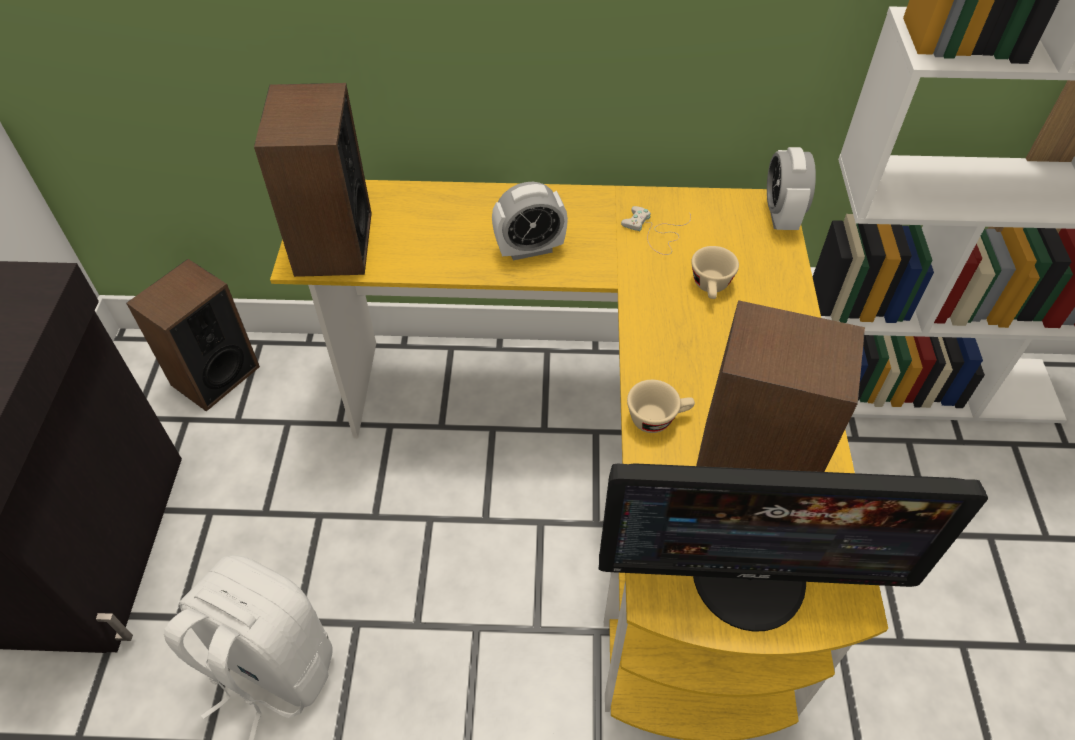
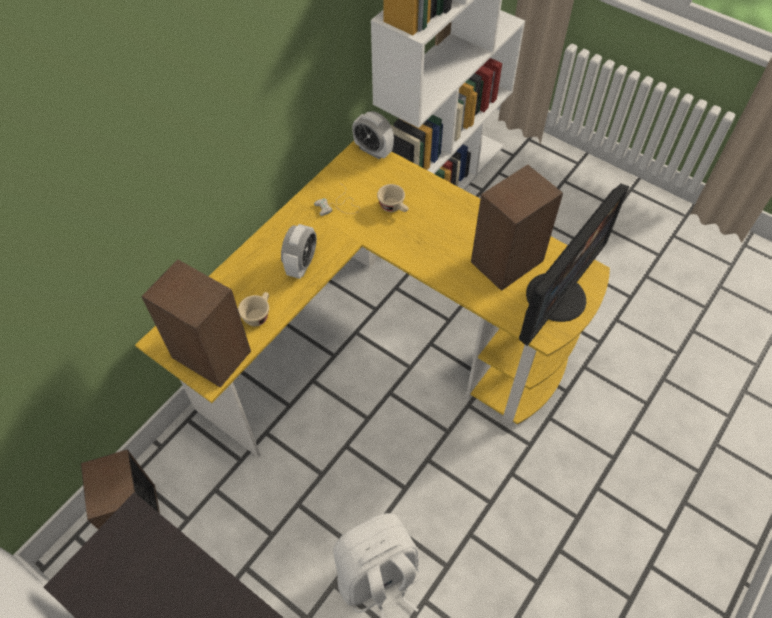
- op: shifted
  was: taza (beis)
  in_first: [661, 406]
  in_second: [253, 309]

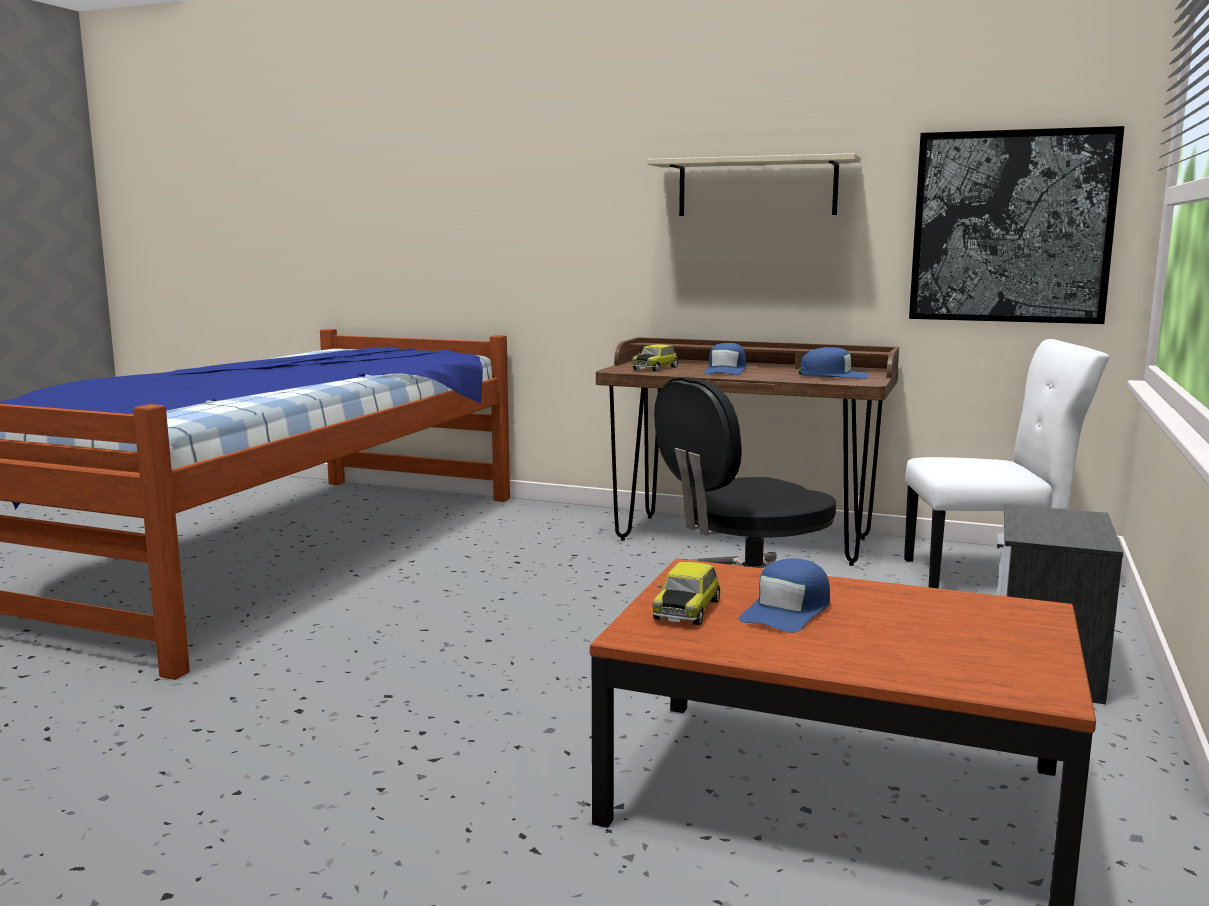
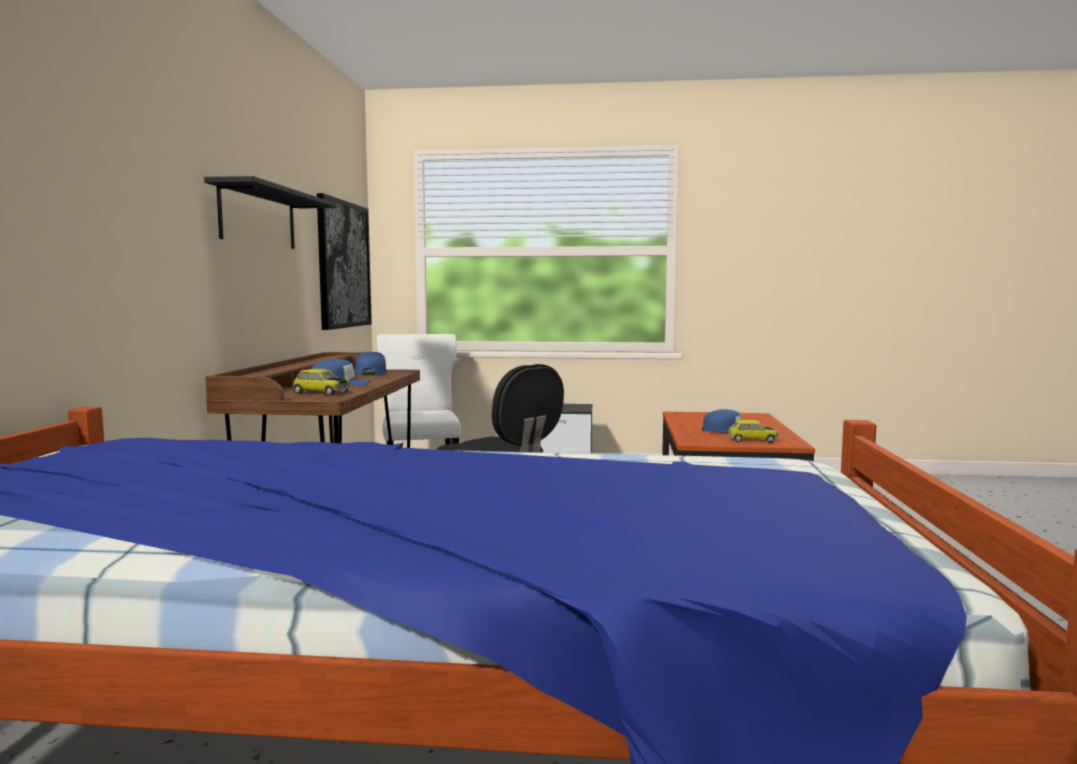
- op: repainted
  was: estante (beis)
  now: estante (negro)
  in_first: [754, 184]
  in_second: [270, 212]

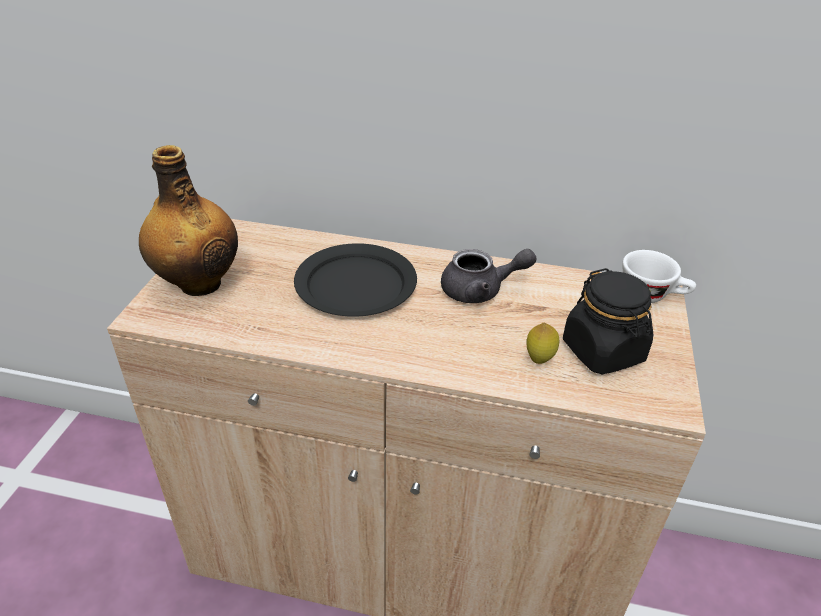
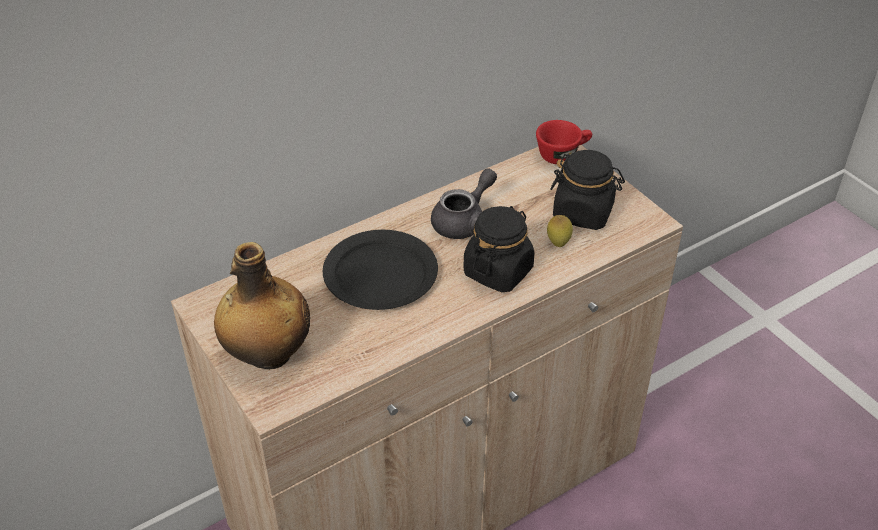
- op: repainted
  was: taza (blanco)
  now: taza (rojo)
  in_first: [659, 276]
  in_second: [564, 142]
- op: new
  now: tarro (negro)
  in_second: [499, 249]

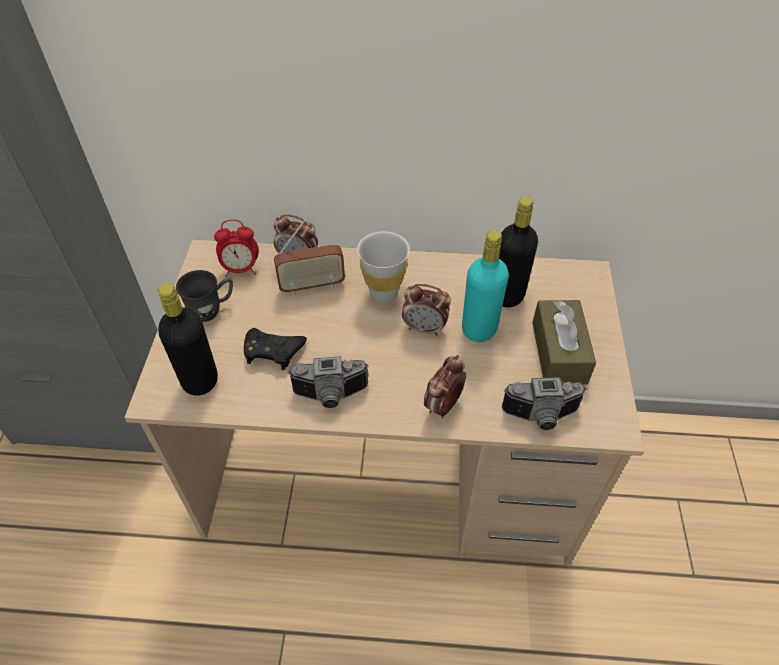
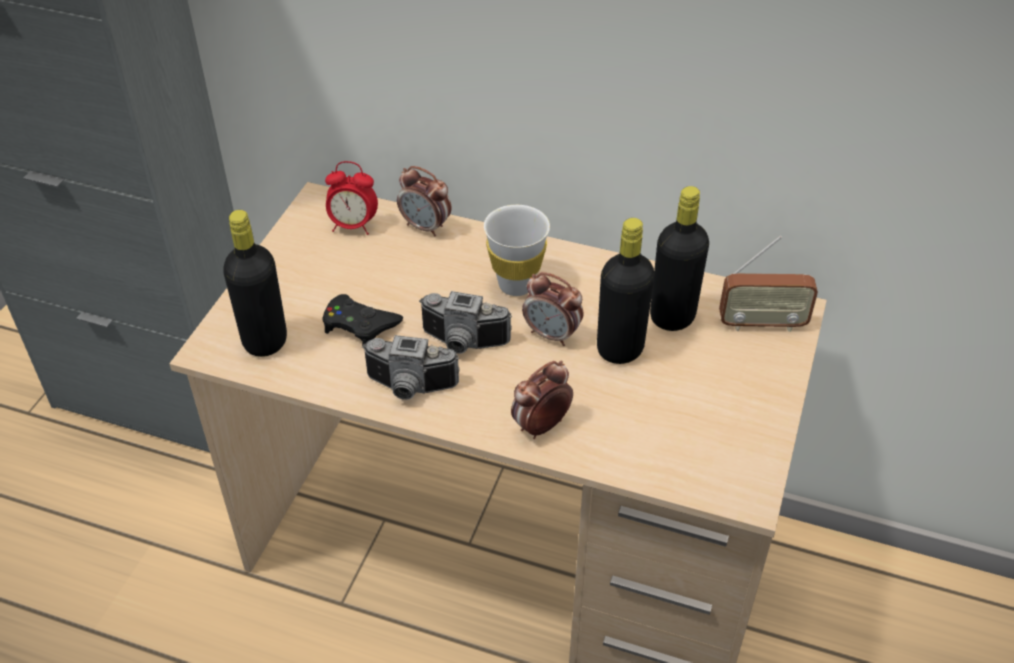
- op: gone
  was: taza grande (gris)
  in_first: [204, 296]
- op: shifted
  was: radio
  in_first: [309, 257]
  in_second: [768, 284]
- op: repainted
  was: botella (turquesa)
  now: botella (negro)
  in_first: [485, 286]
  in_second: [626, 291]
- op: shifted
  was: cámara
  in_first: [544, 403]
  in_second: [465, 322]
- op: gone
  was: caja de pañuelos (marrón)
  in_first: [564, 342]

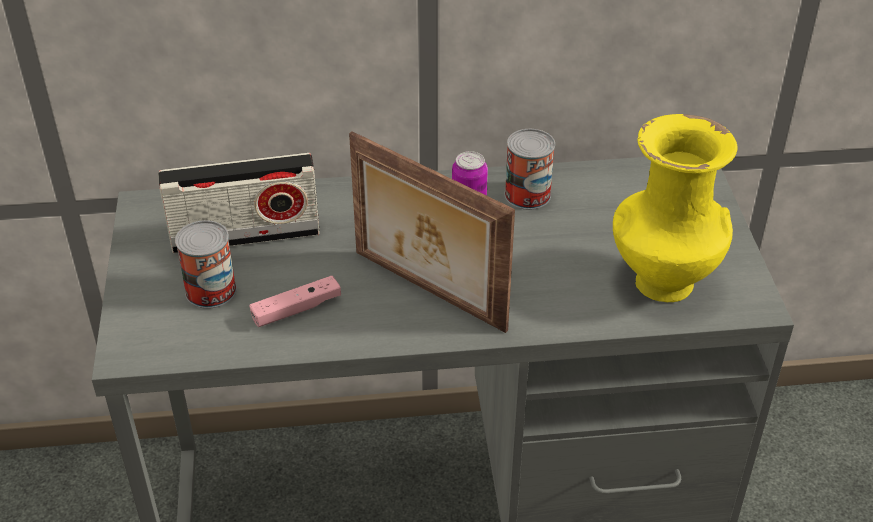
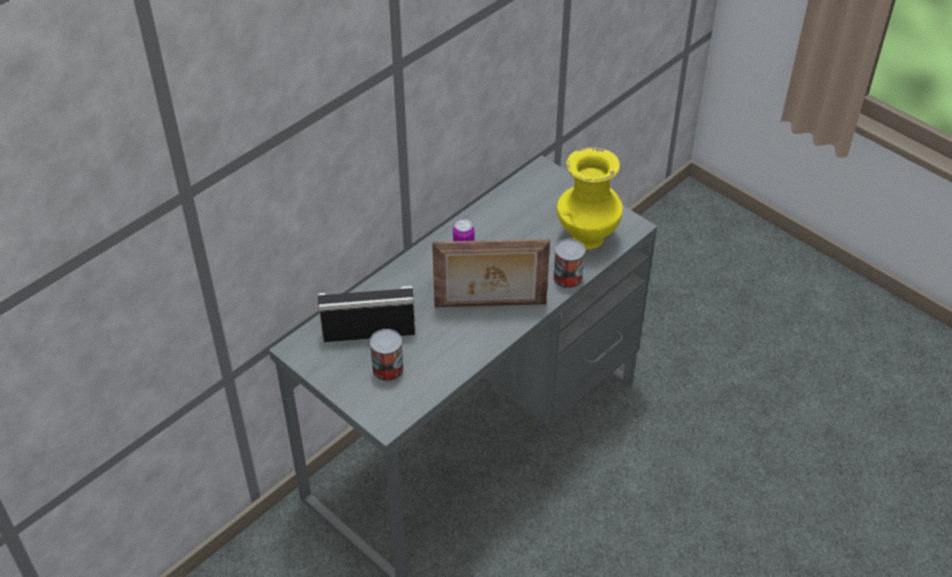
- op: rotated
  was: radio
  in_first: [239, 203]
  in_second: [367, 314]
  clockwise: -135
- op: gone
  was: mando de consola (rosa)
  in_first: [295, 301]
- op: shifted
  was: lata
  in_first: [529, 169]
  in_second: [569, 264]

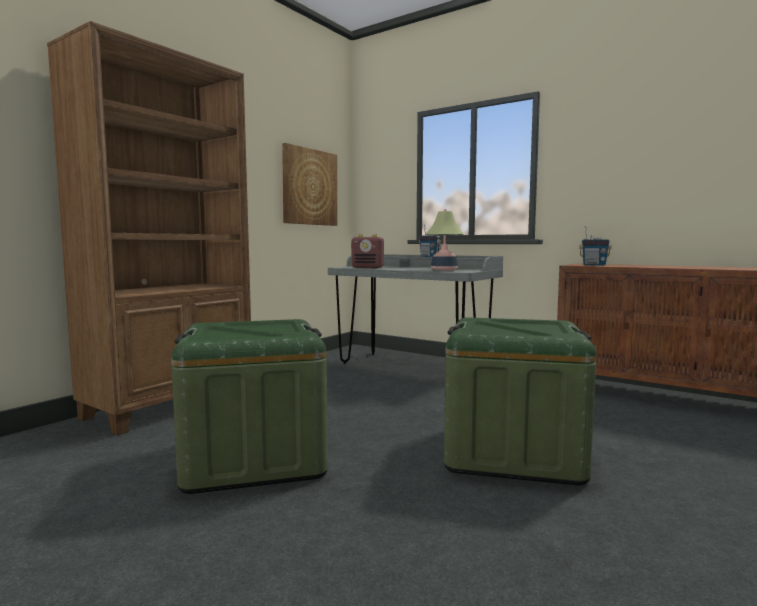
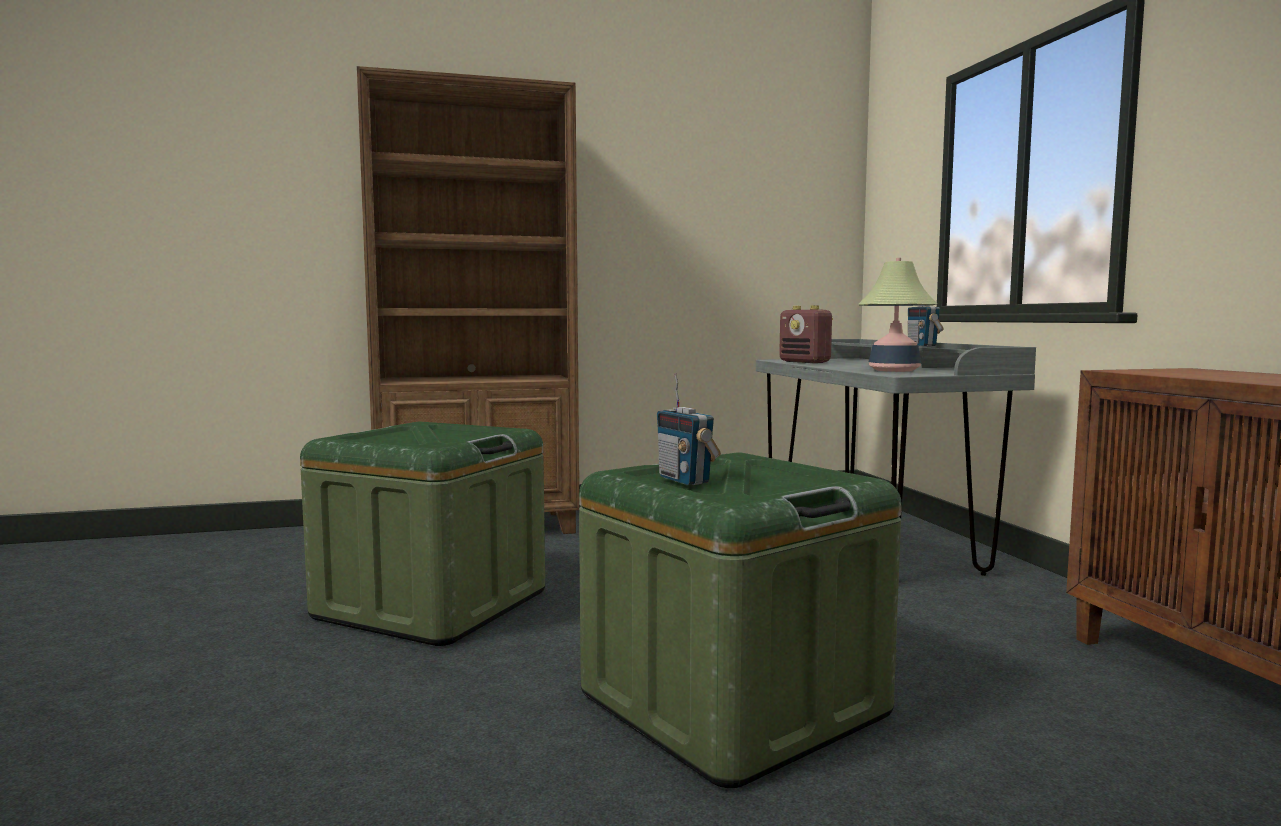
- op: gone
  was: cuadro
  in_first: [309, 184]
- op: shifted
  was: radio
  in_first: [595, 245]
  in_second: [689, 429]

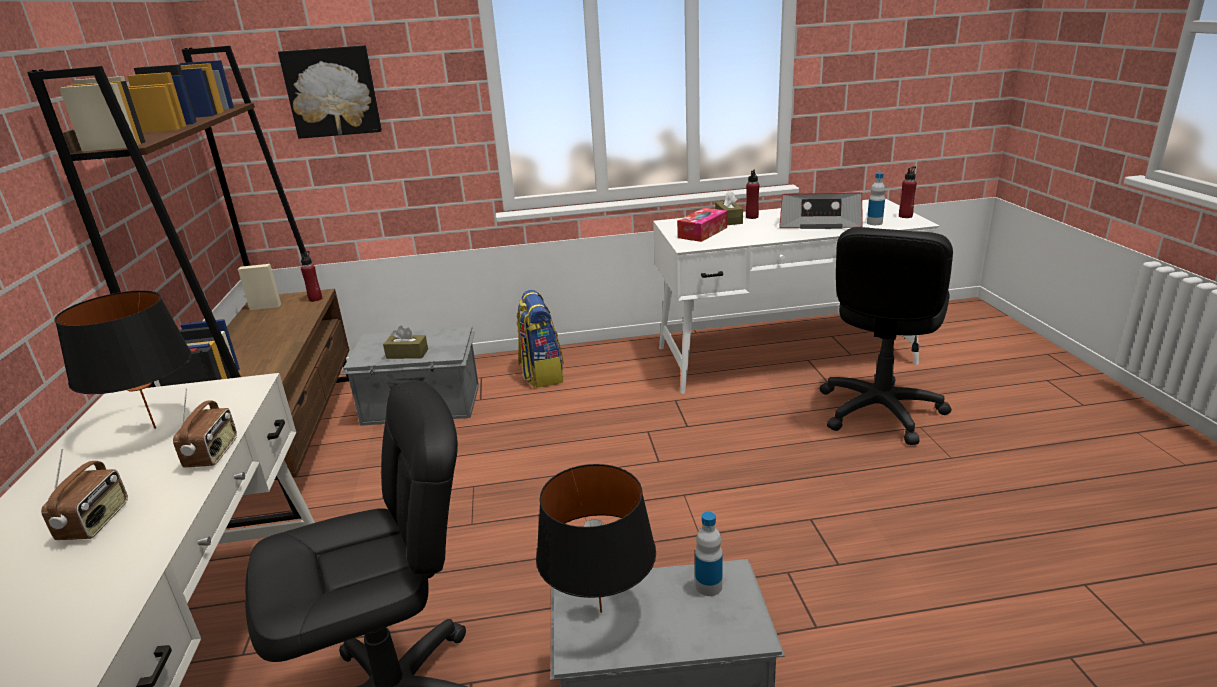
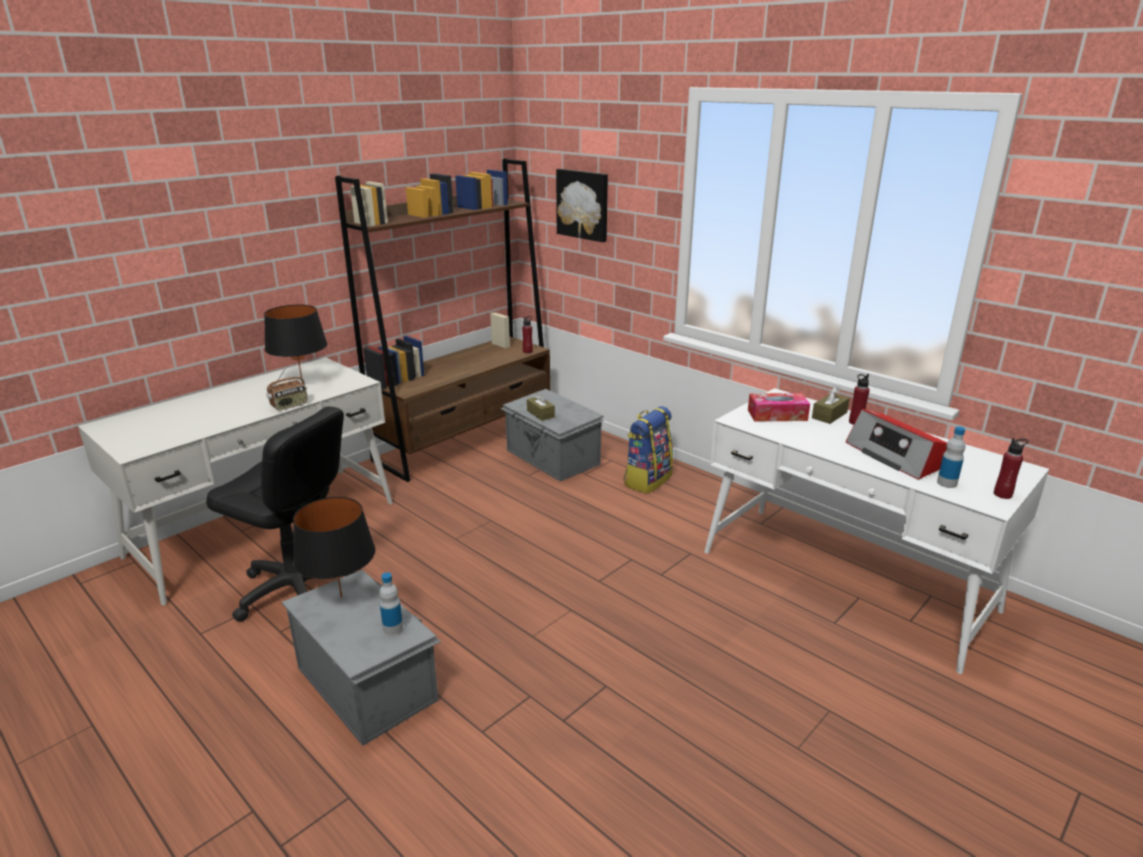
- op: gone
  was: radio
  in_first: [84, 494]
- op: gone
  was: silla de oficina (negro)
  in_first: [886, 336]

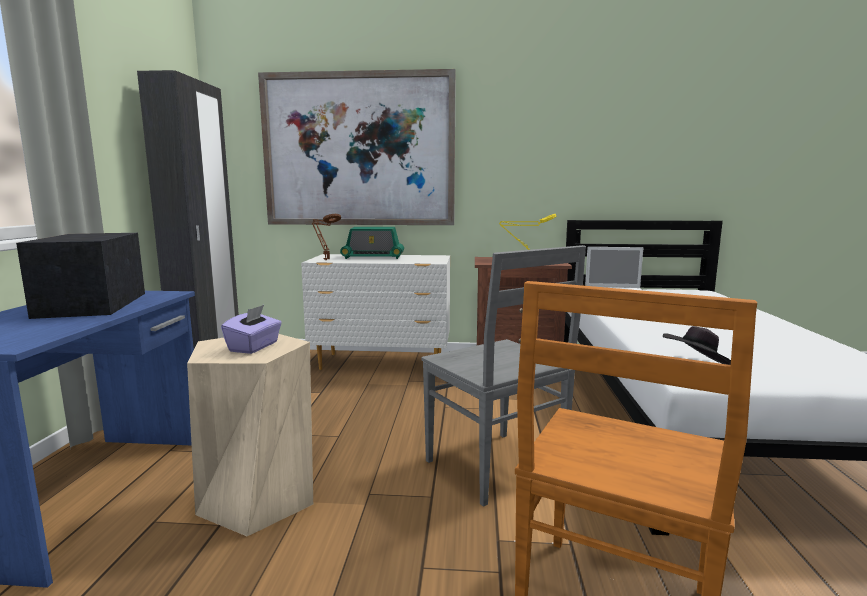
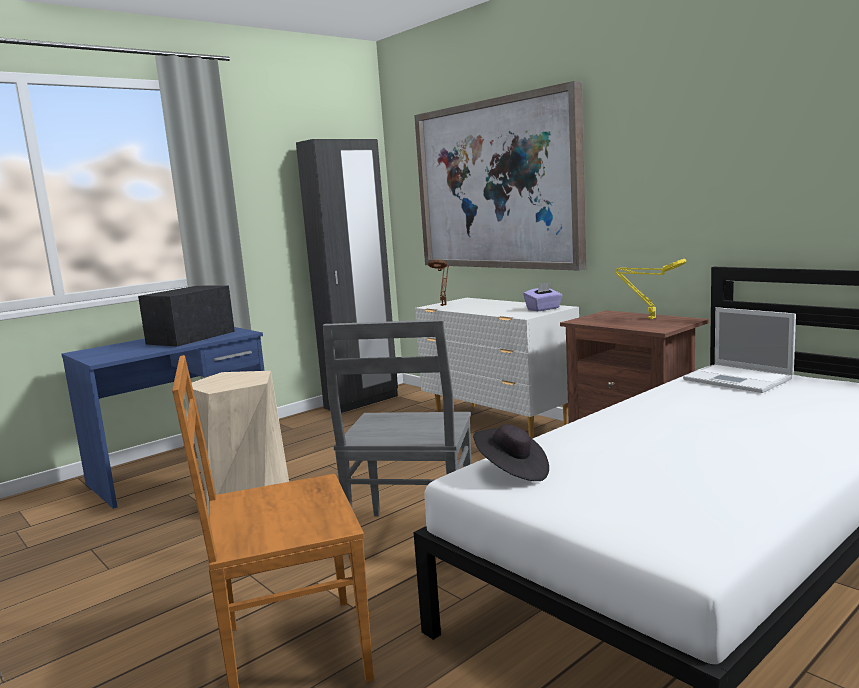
- op: shifted
  was: caja de pañuelos (morado)
  in_first: [251, 329]
  in_second: [543, 296]
- op: gone
  was: radio
  in_first: [372, 243]

